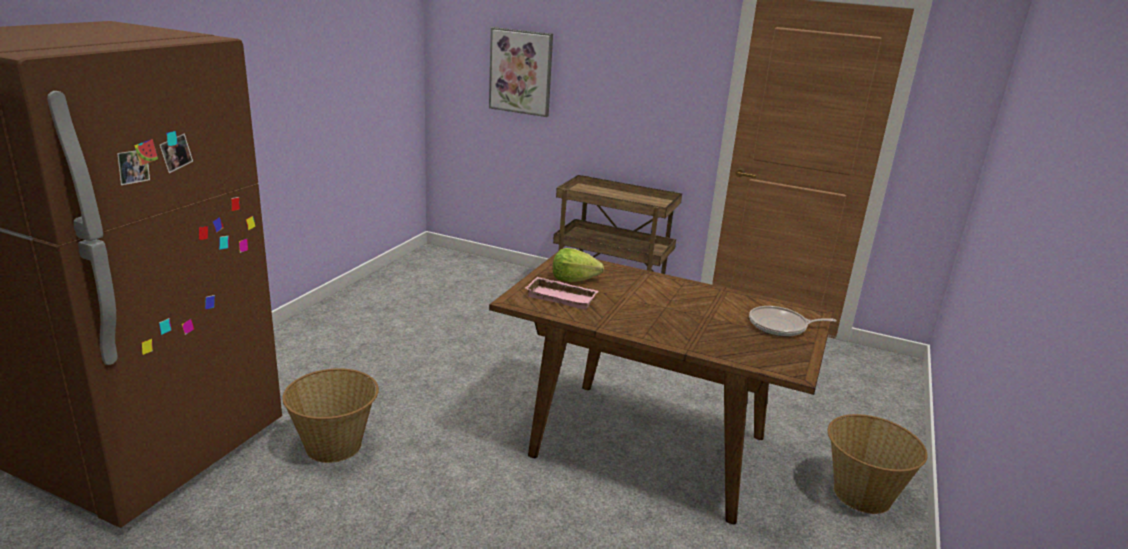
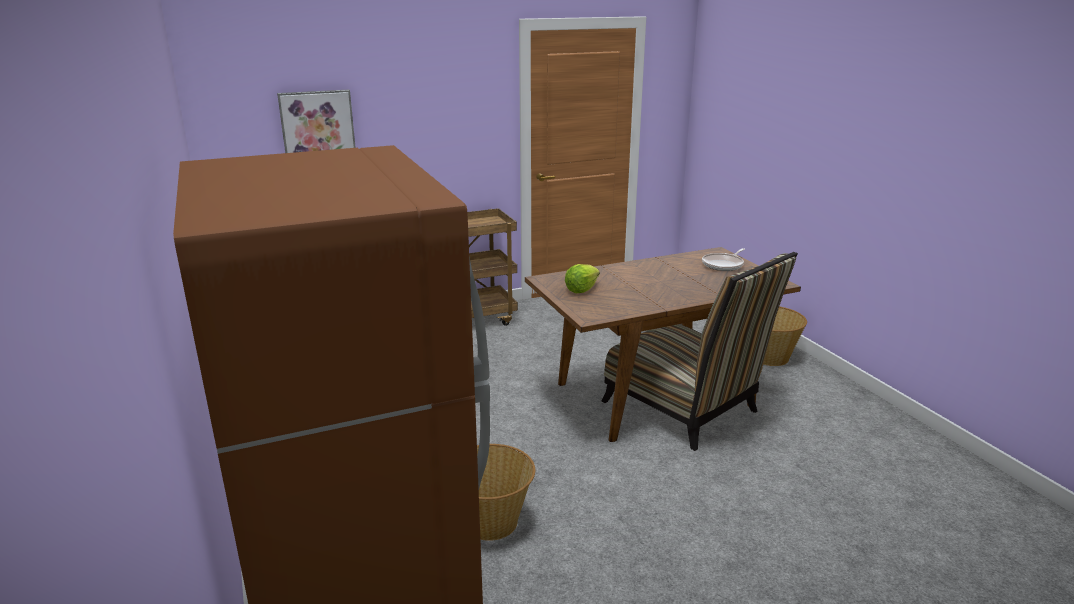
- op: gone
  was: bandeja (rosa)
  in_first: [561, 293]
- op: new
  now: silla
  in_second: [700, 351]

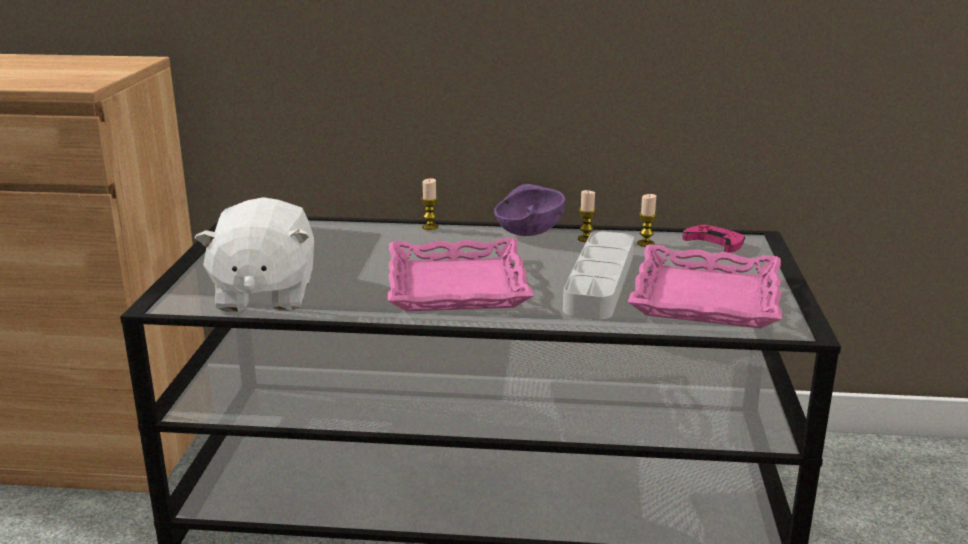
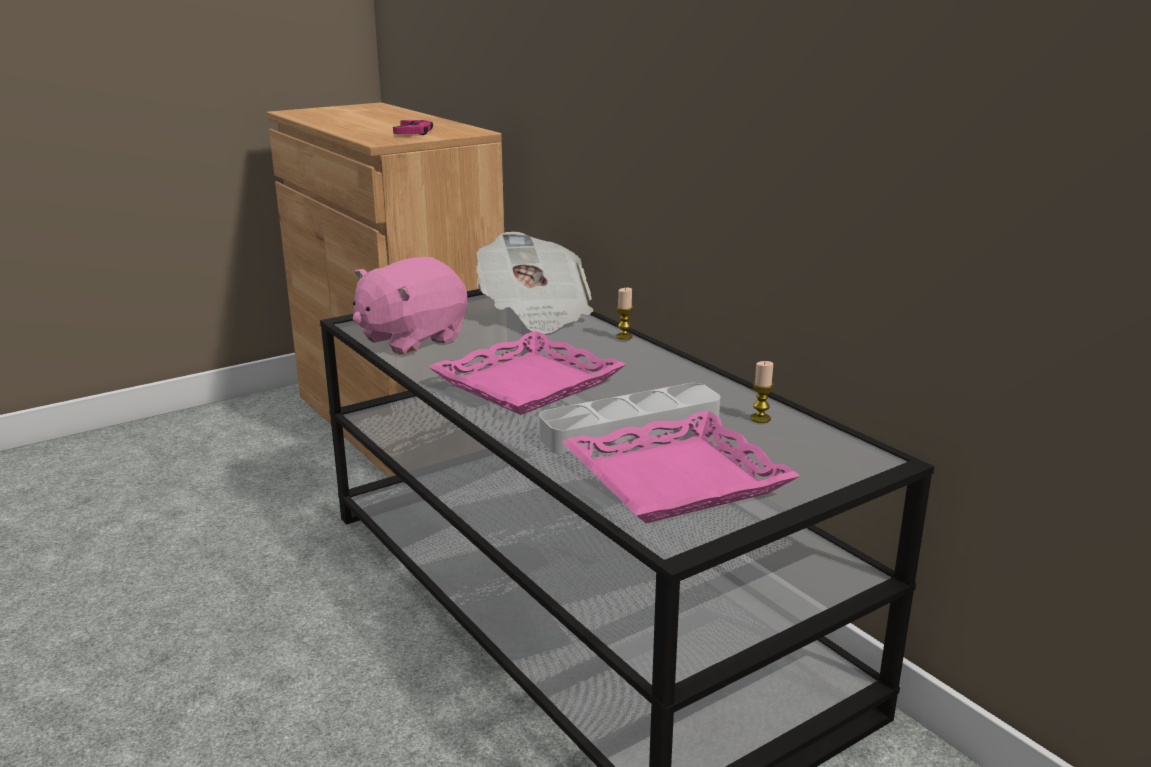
- op: repainted
  was: peluche (blanco)
  now: peluche (rosa)
  in_first: [254, 254]
  in_second: [410, 306]
- op: gone
  was: cuenco (morado)
  in_first: [529, 210]
- op: gone
  was: vela
  in_first: [587, 216]
- op: shifted
  was: mando de consola (rosa)
  in_first: [713, 238]
  in_second: [413, 127]
- op: new
  now: periódico
  in_second: [534, 283]

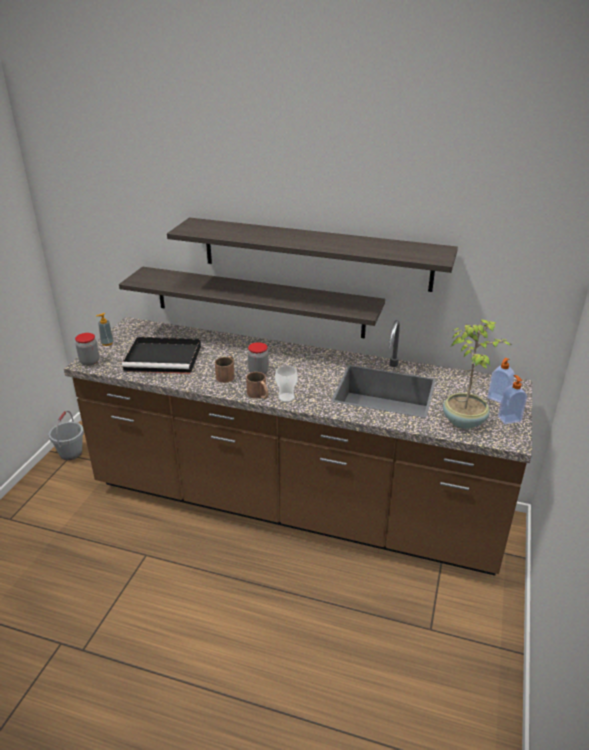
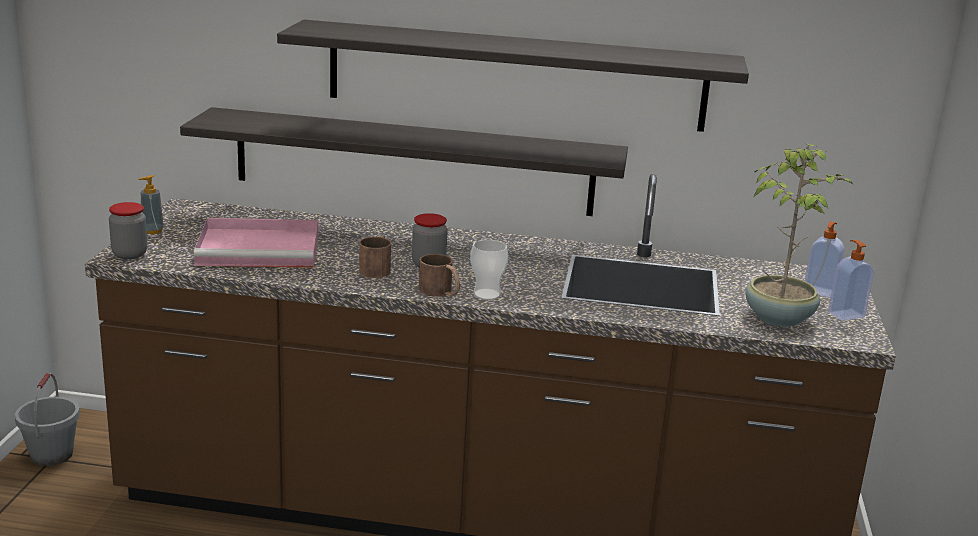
- op: repainted
  was: bandeja (negro)
  now: bandeja (rosa)
  in_first: [161, 355]
  in_second: [256, 243]

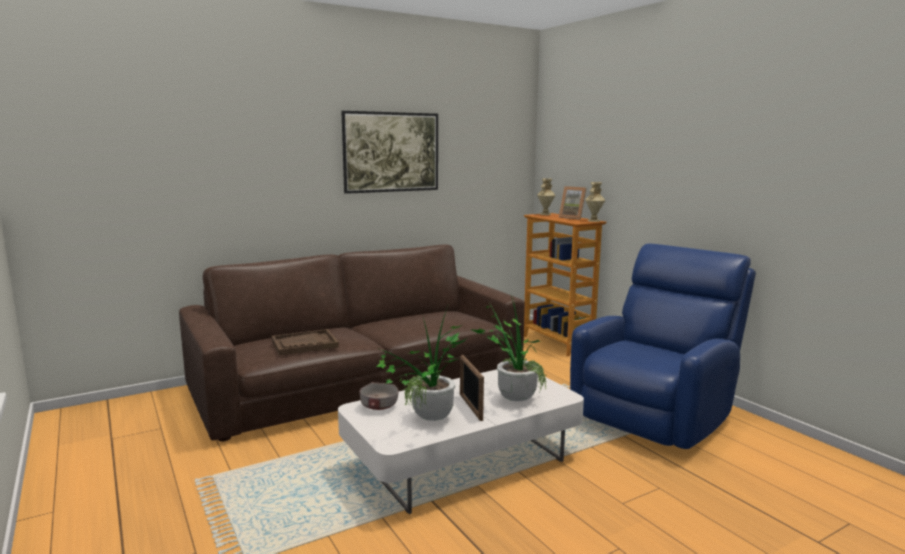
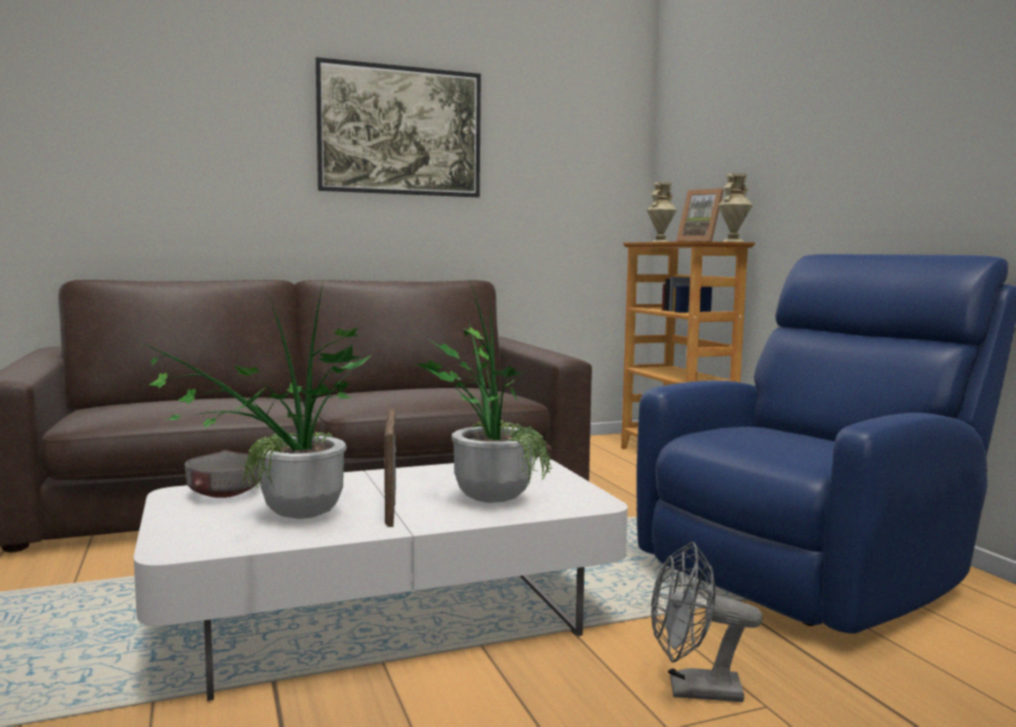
- op: gone
  was: bandeja (marrón)
  in_first: [305, 342]
- op: new
  now: ventilador (gris)
  in_second: [706, 621]

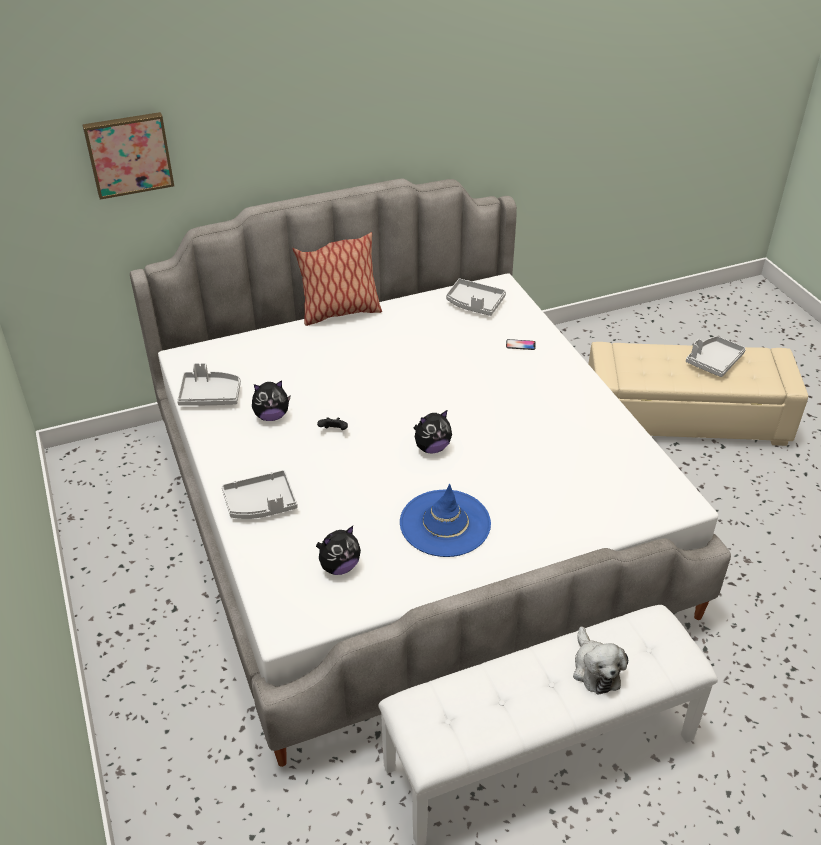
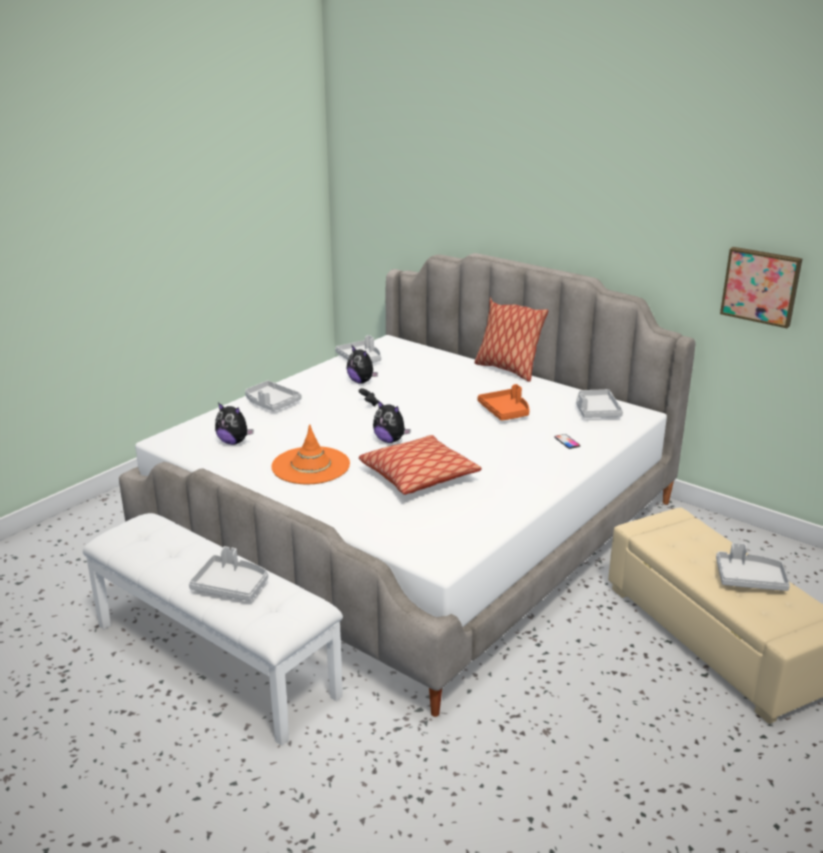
- op: shifted
  was: cuadro
  in_first: [128, 156]
  in_second: [761, 287]
- op: repainted
  was: sombrero (azul)
  now: sombrero (naranja)
  in_first: [445, 520]
  in_second: [310, 454]
- op: swapped
  was: peluche
  now: bandeja (gris)
  in_first: [600, 661]
  in_second: [228, 573]
- op: new
  now: cojín
  in_second: [420, 465]
- op: new
  now: bandeja (naranja)
  in_second: [503, 402]

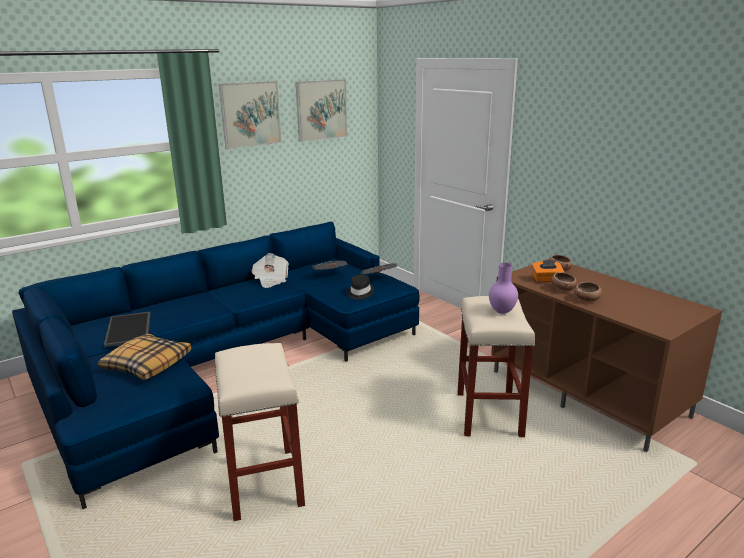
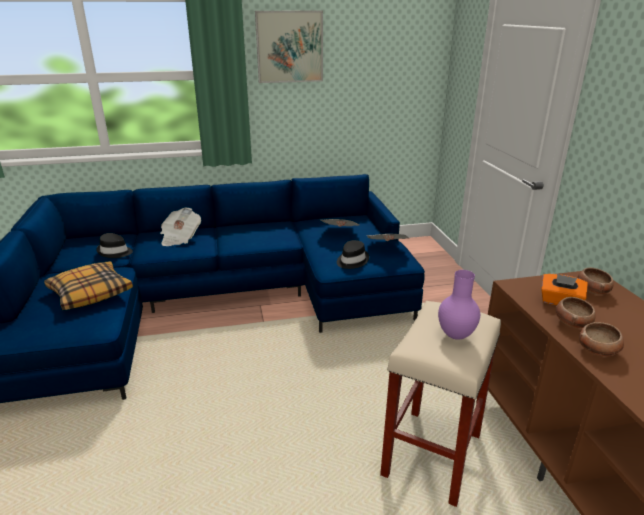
- op: swapped
  was: bandeja
  now: sombrero (negro)
  in_first: [127, 329]
  in_second: [114, 245]
- op: gone
  was: taburete (beis)
  in_first: [260, 432]
- op: shifted
  was: periódico
  in_first: [270, 270]
  in_second: [180, 227]
- op: gone
  was: cuadro
  in_first: [321, 110]

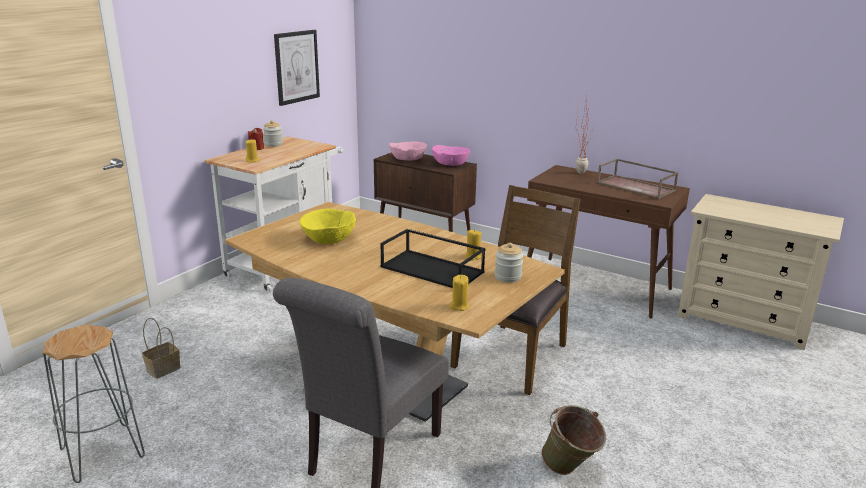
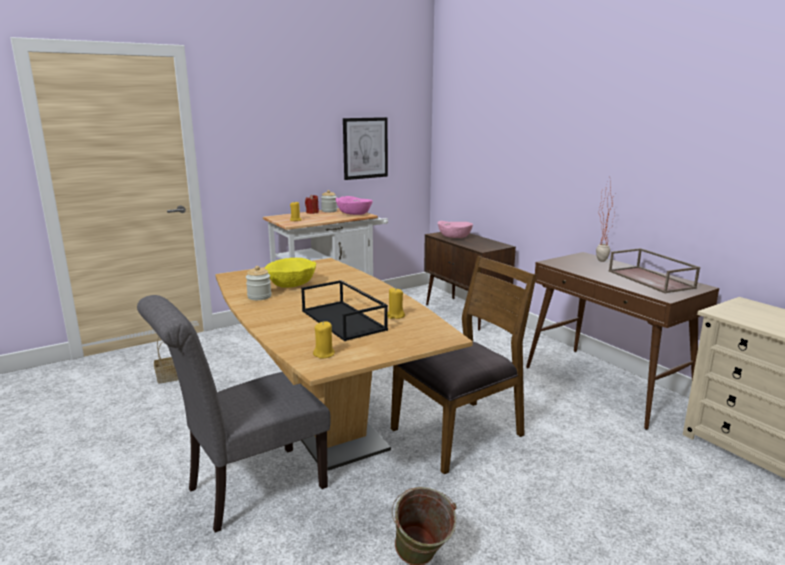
- op: gone
  was: taburete (gris)
  in_first: [93, 404]
- op: shifted
  was: cuenco (rosa)
  in_first: [451, 155]
  in_second: [354, 205]
- op: shifted
  was: tarro
  in_first: [509, 262]
  in_second: [259, 283]

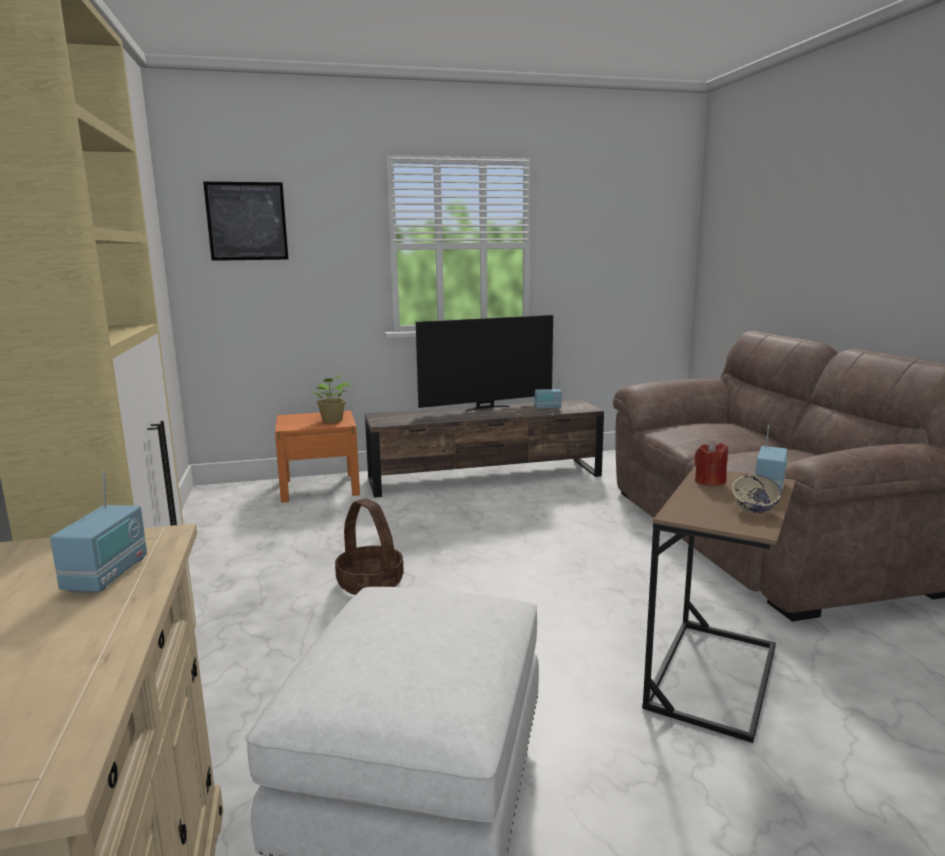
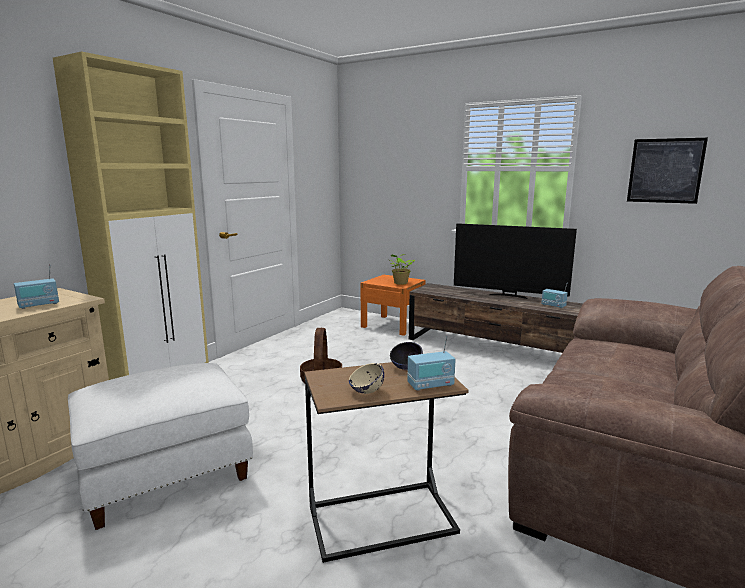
- op: shifted
  was: cuadro
  in_first: [245, 221]
  in_second: [667, 171]
- op: swapped
  was: vela (rojo)
  now: cuenco (negro)
  in_first: [711, 463]
  in_second: [406, 356]

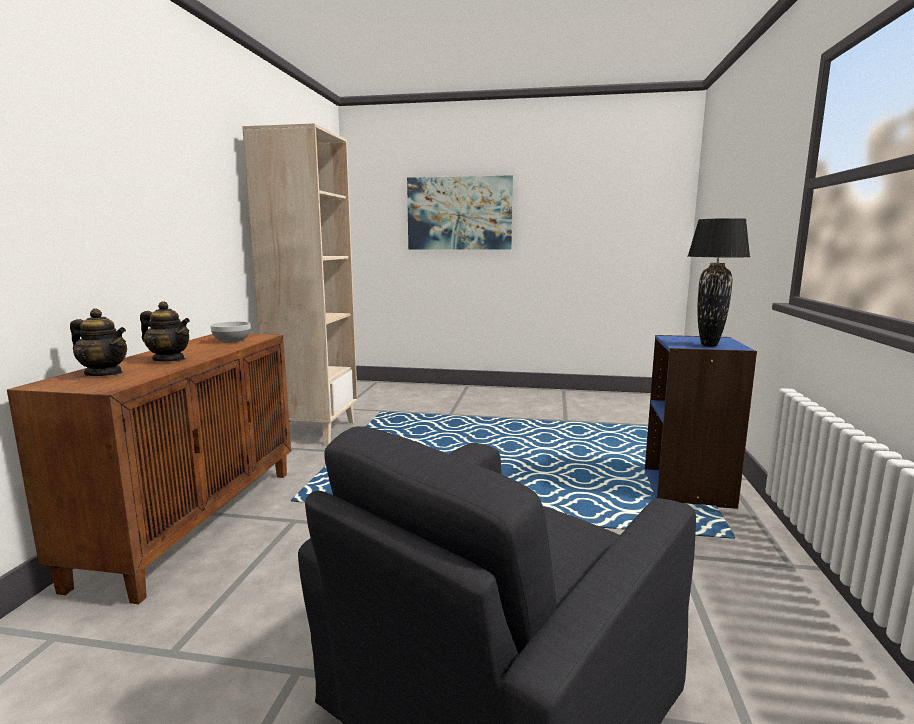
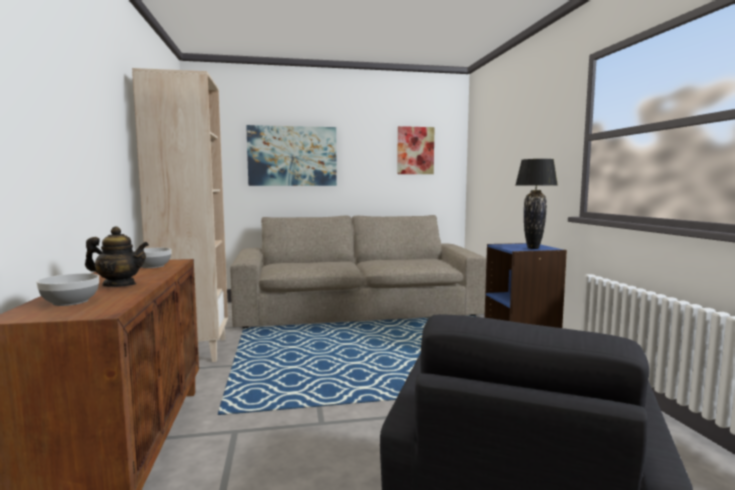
- op: swapped
  was: tetera
  now: cuenco
  in_first: [98, 342]
  in_second: [67, 289]
- op: new
  now: sofá (beis)
  in_second: [358, 271]
- op: new
  now: cuadro
  in_second: [416, 150]

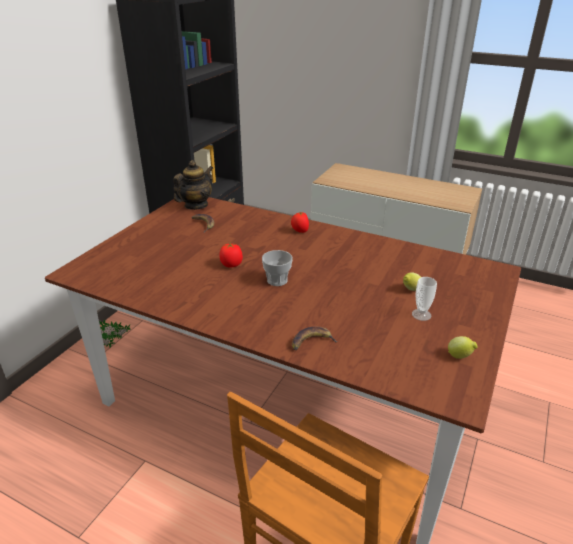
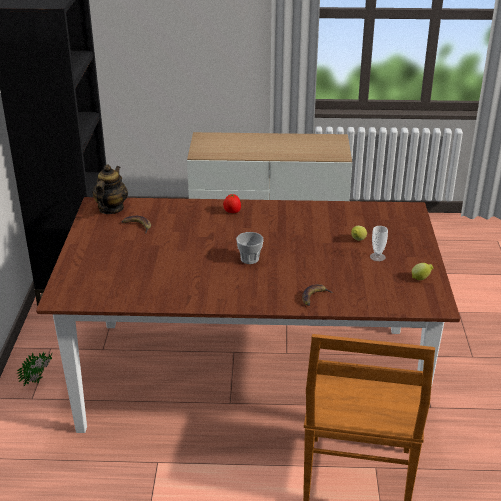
- op: gone
  was: tomate
  in_first: [231, 255]

